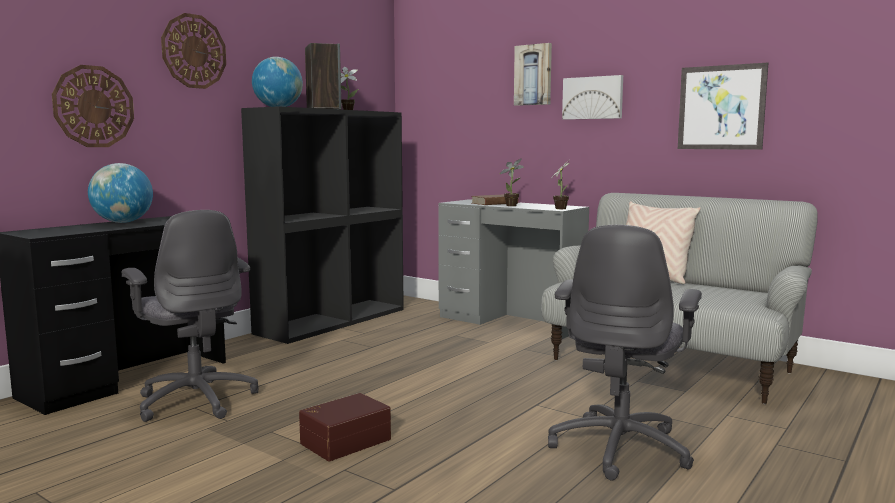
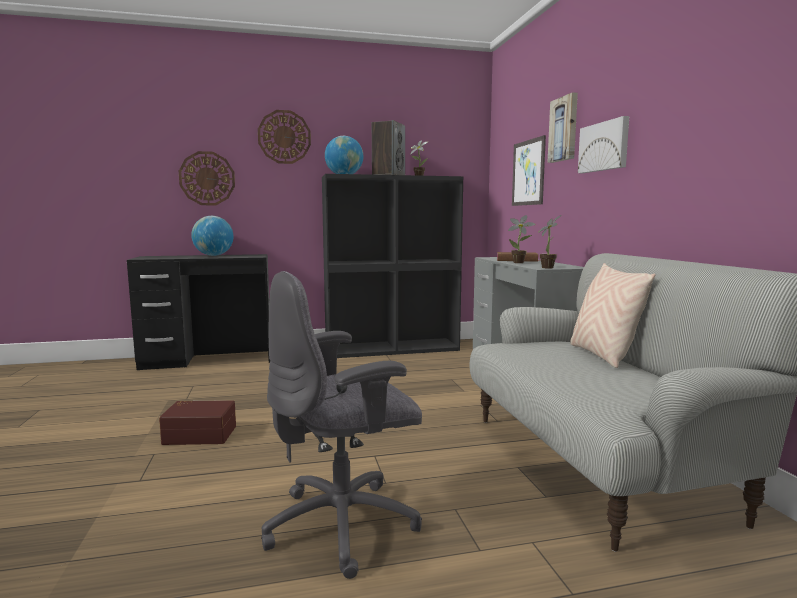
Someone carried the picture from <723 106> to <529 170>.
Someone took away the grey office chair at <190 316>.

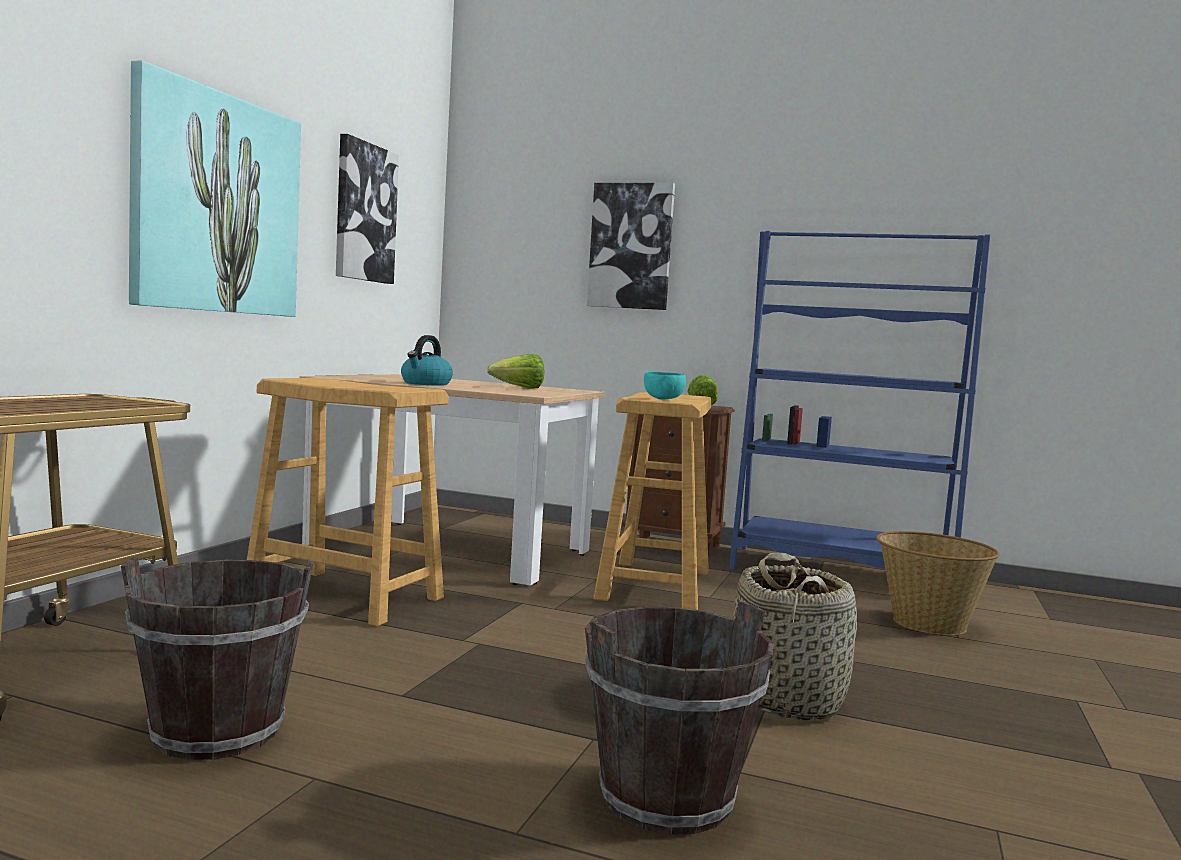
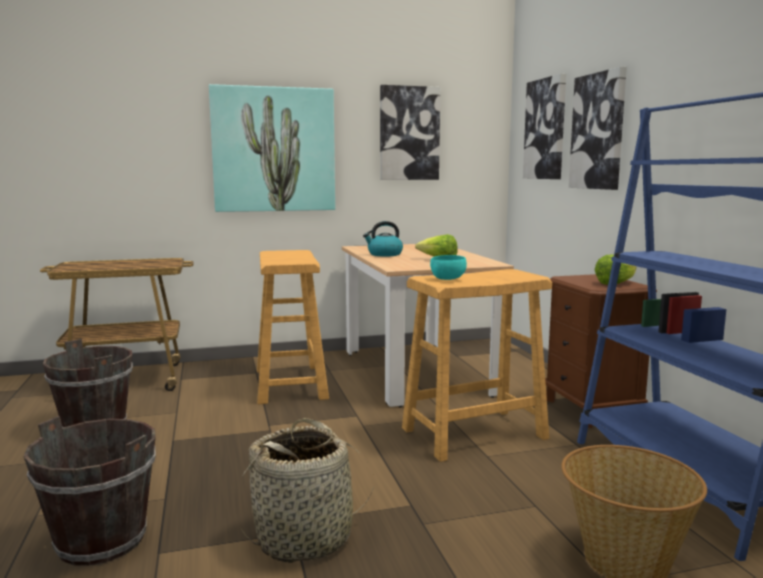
Someone put up the picture at <544 126>.

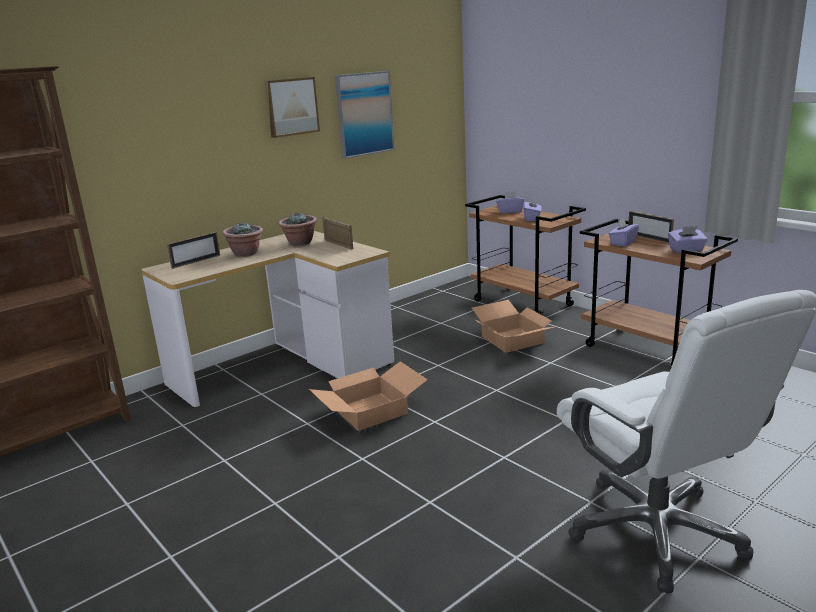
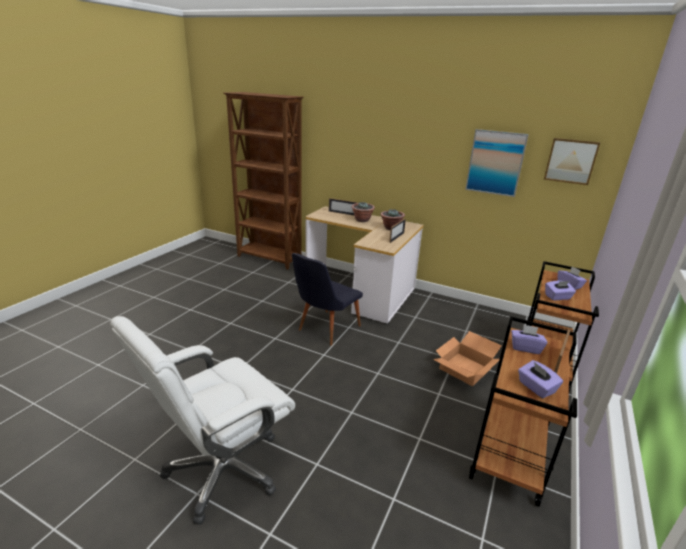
Someone swapped the cardboard box at <368 396> for the black chair at <327 299>.
Someone carried the picture from <292 107> to <572 161>.

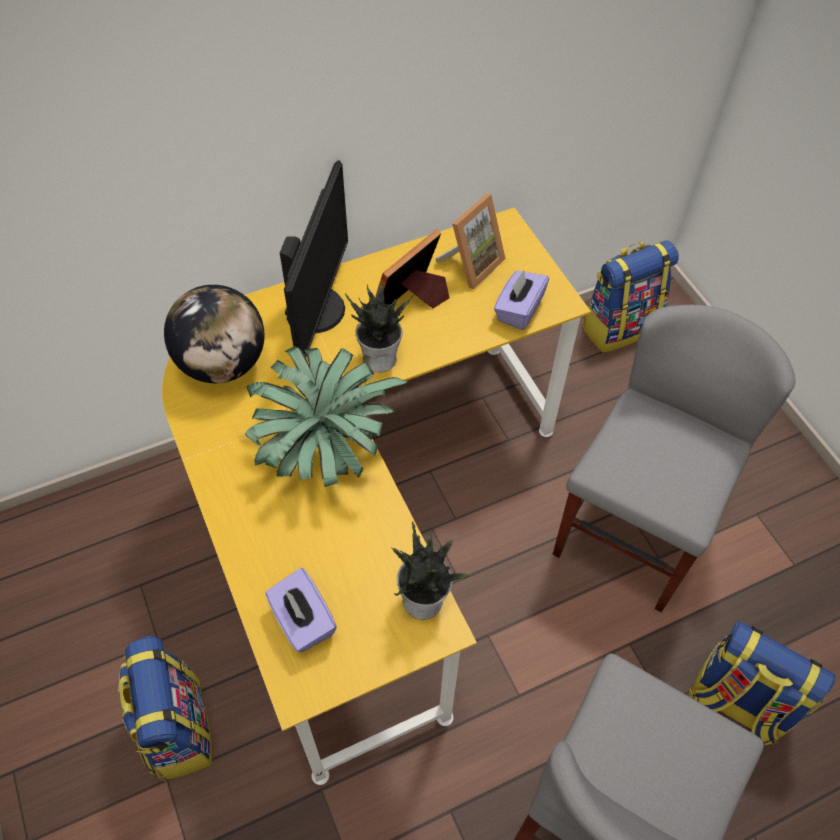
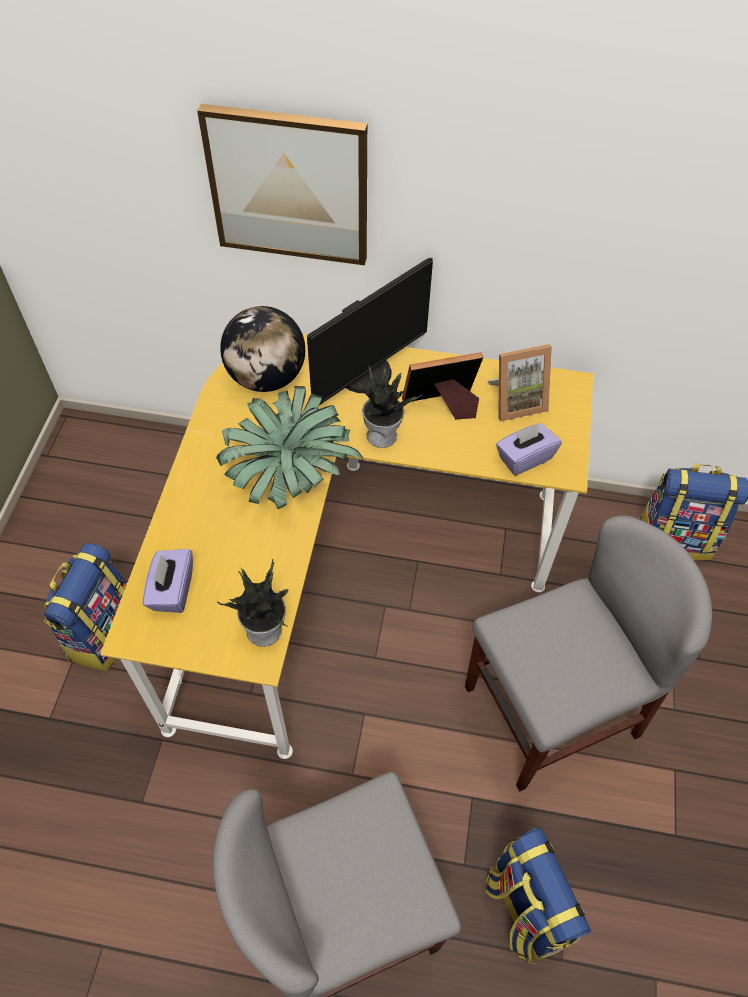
Someone put up the picture at <282 184>.

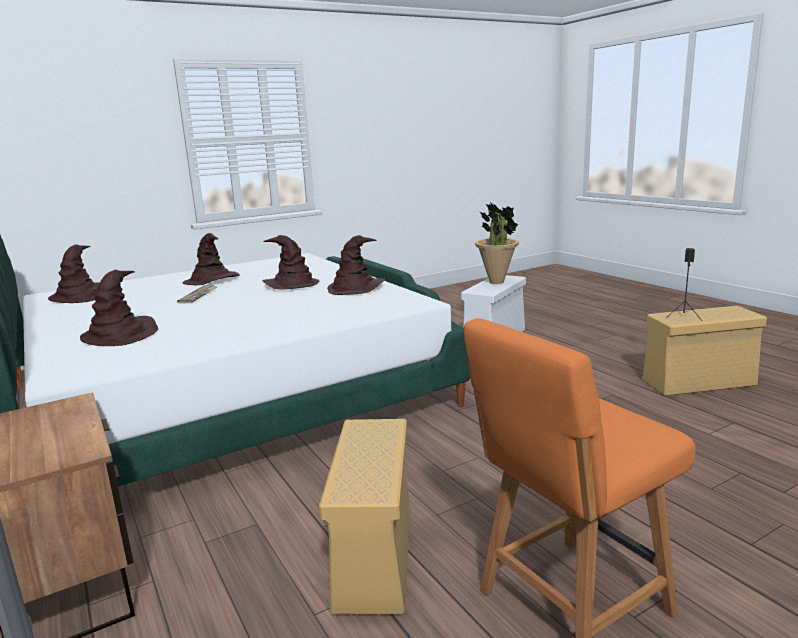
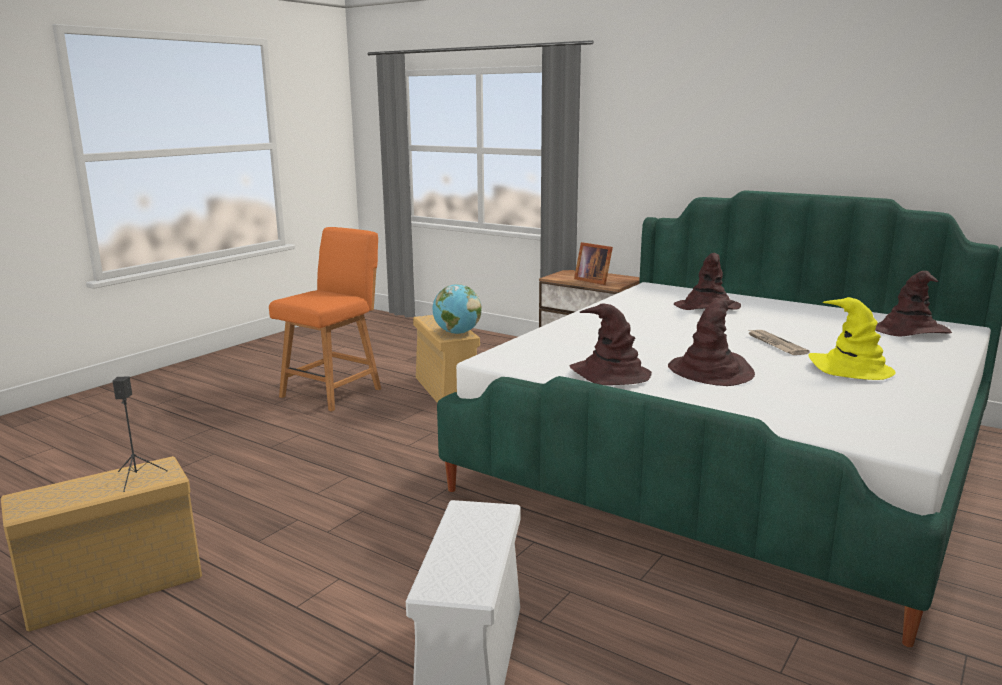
Someone put down the globe at <457 309>.
Someone put down the picture frame at <593 263>.
Someone repainted the brown hat at <211 259>, which became the yellow hat at <852 338>.
Someone took away the potted plant at <497 242>.

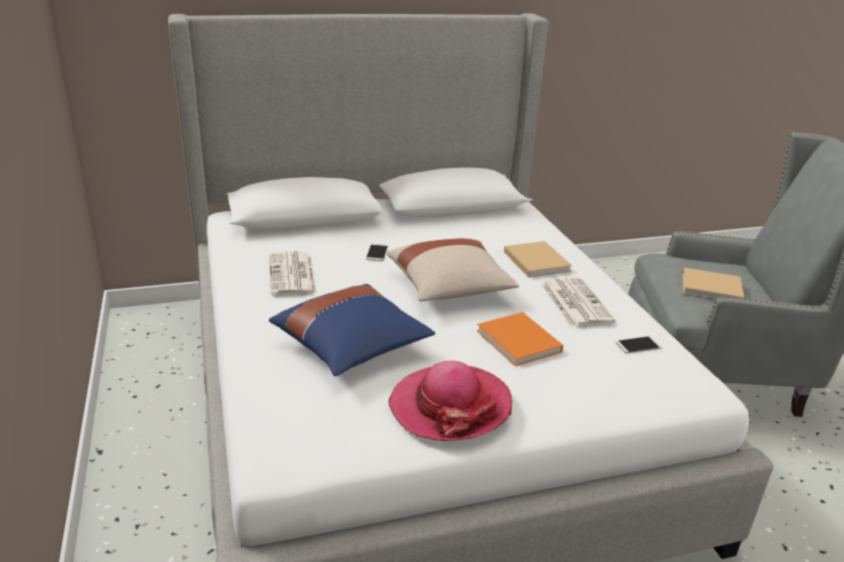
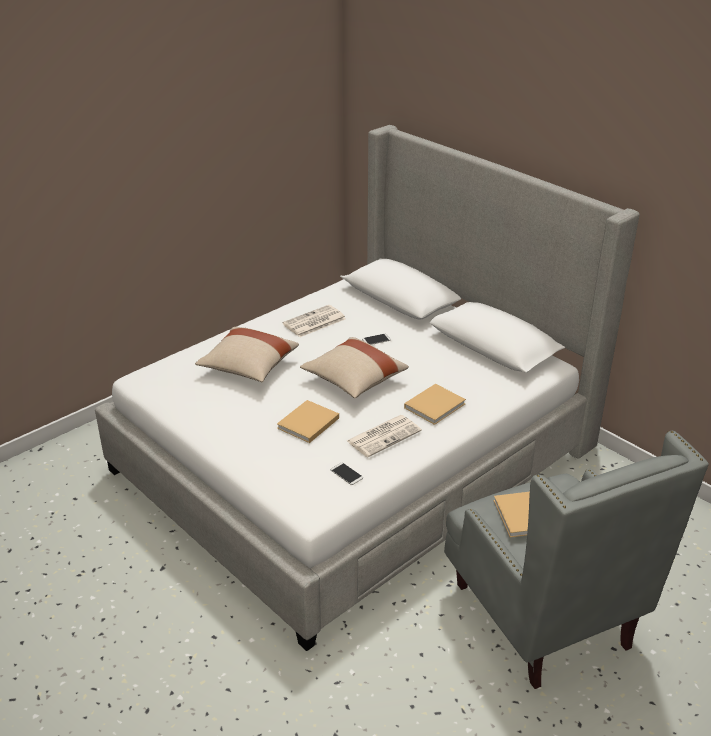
Someone repainted the blue pillow at <352 330>, which became the beige pillow at <247 354>.
Someone repainted the orange book at <520 339>, which became the beige book at <308 421>.
Someone took away the hat at <450 401>.

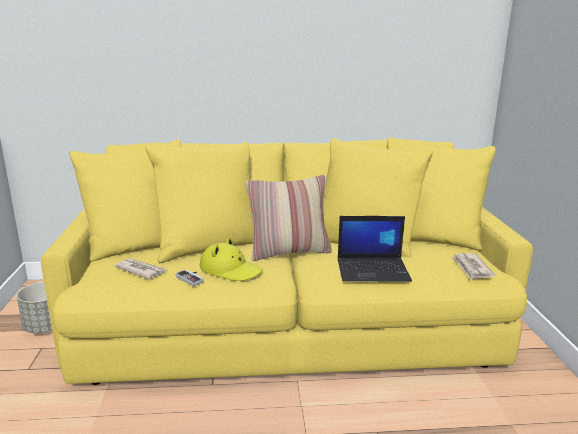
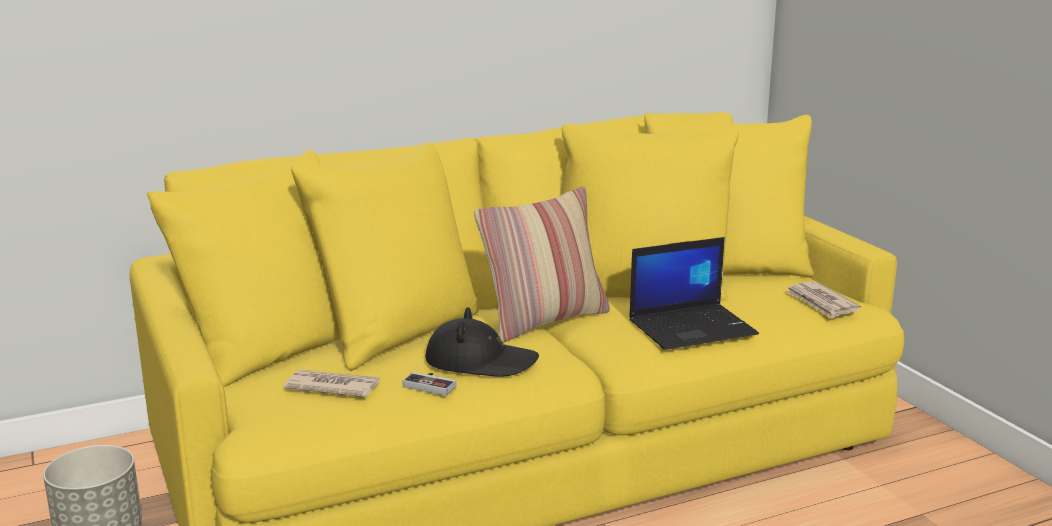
Someone repainted the yellow hat at <231 259>, which became the black hat at <482 342>.

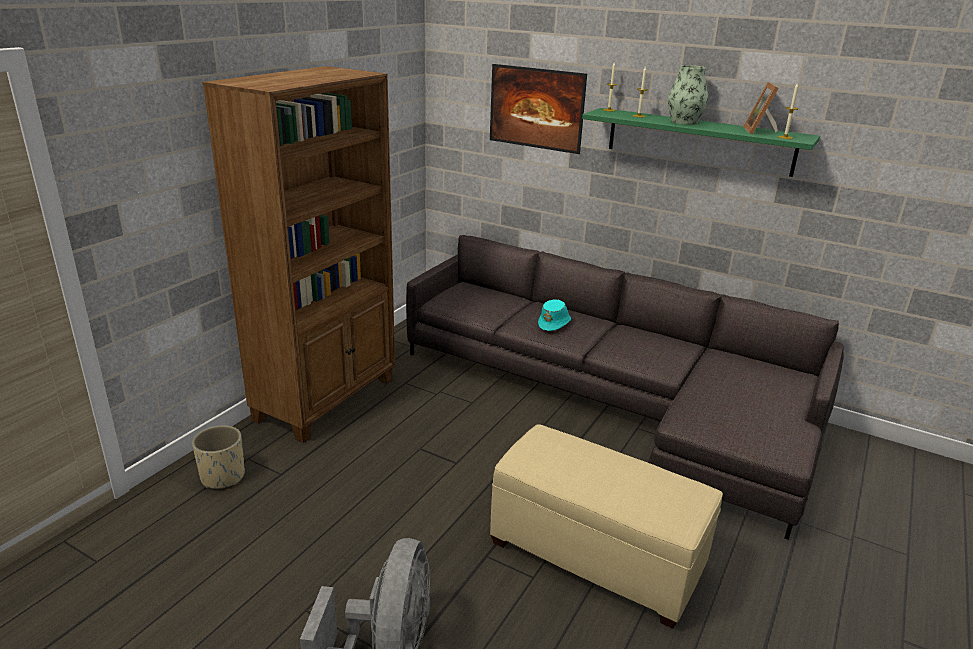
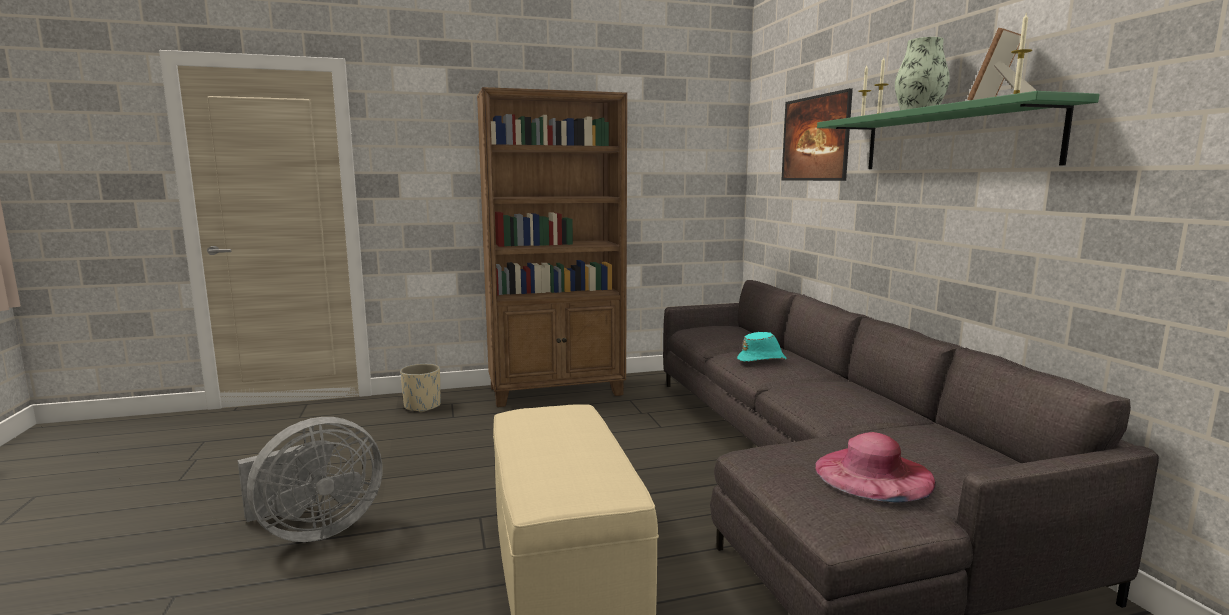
Someone put down the pink hat at <875 467>.

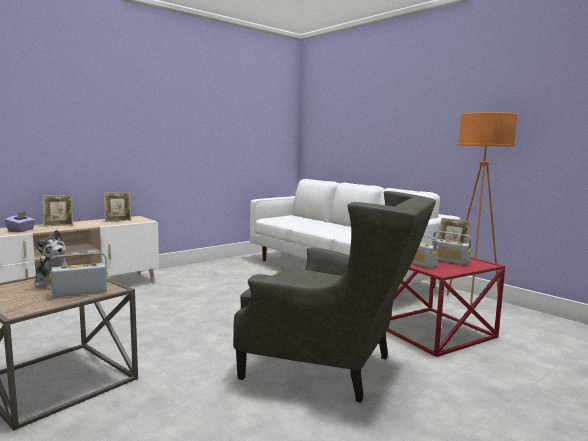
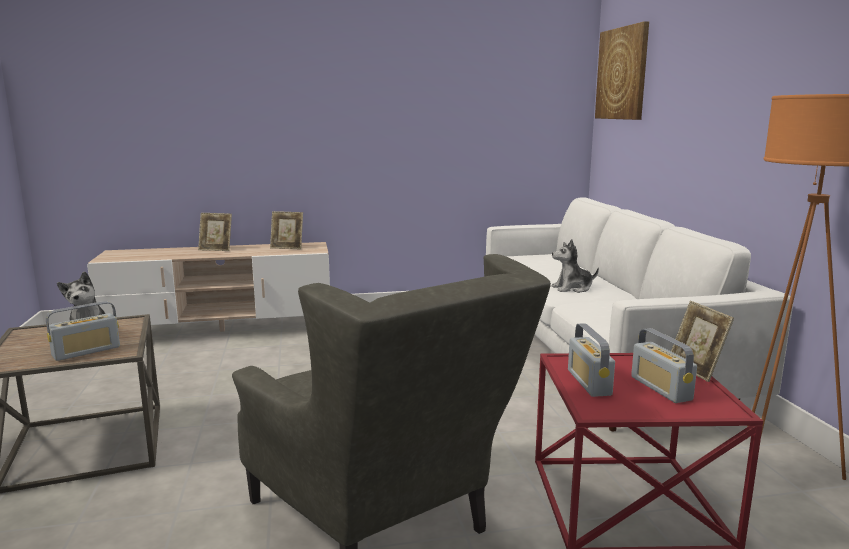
Someone rotated the radio at <79 275> by 135 degrees clockwise.
Someone put down the plush toy at <575 266>.
Someone put up the picture at <622 70>.
Someone took away the purple tissue box at <20 221>.

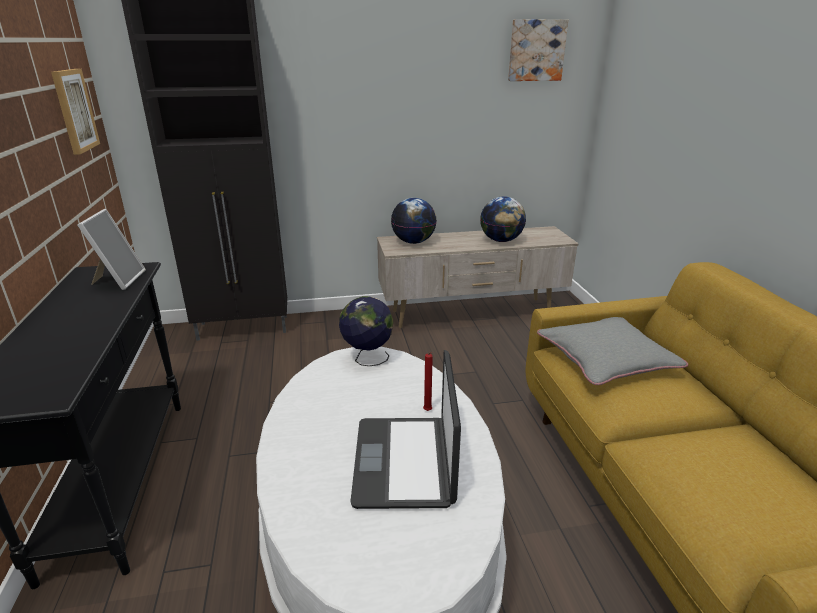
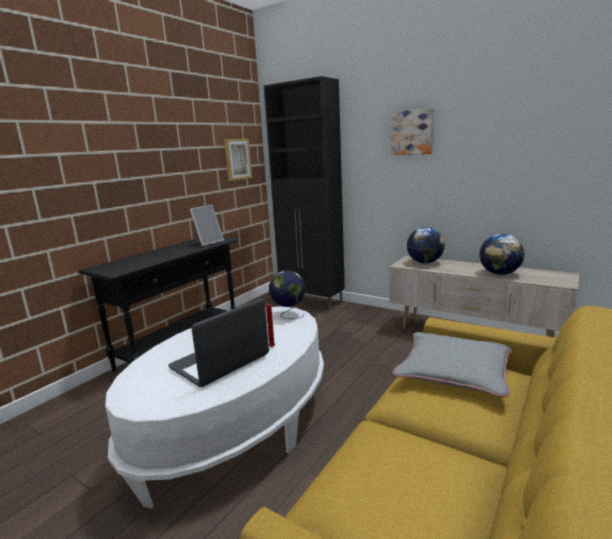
Someone carried the picture from <538 50> to <412 131>.

